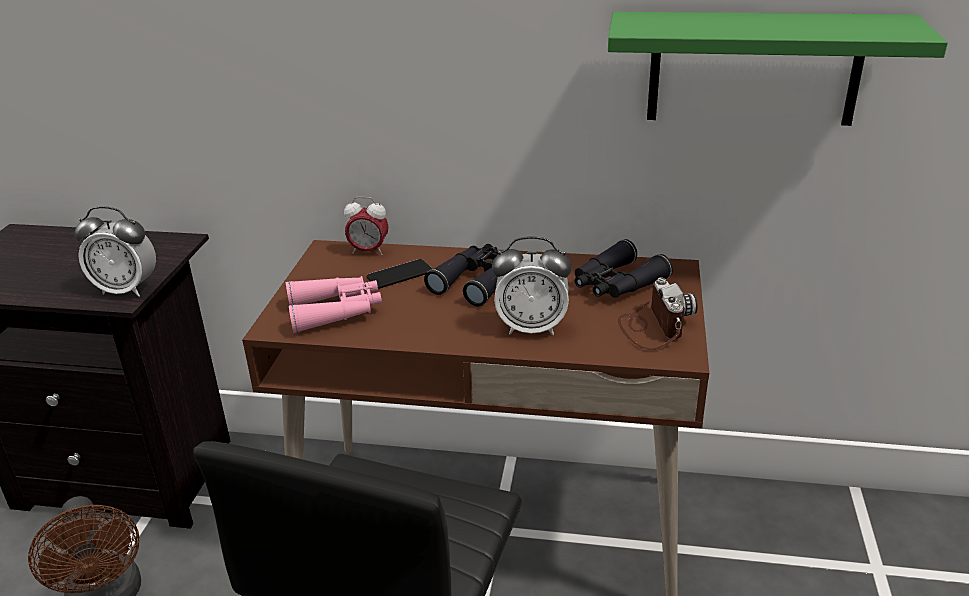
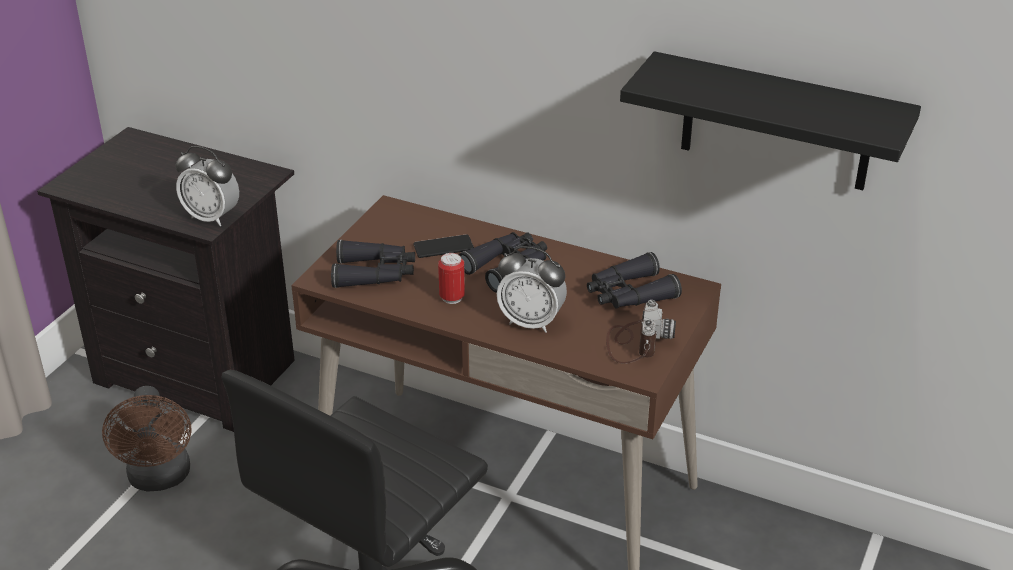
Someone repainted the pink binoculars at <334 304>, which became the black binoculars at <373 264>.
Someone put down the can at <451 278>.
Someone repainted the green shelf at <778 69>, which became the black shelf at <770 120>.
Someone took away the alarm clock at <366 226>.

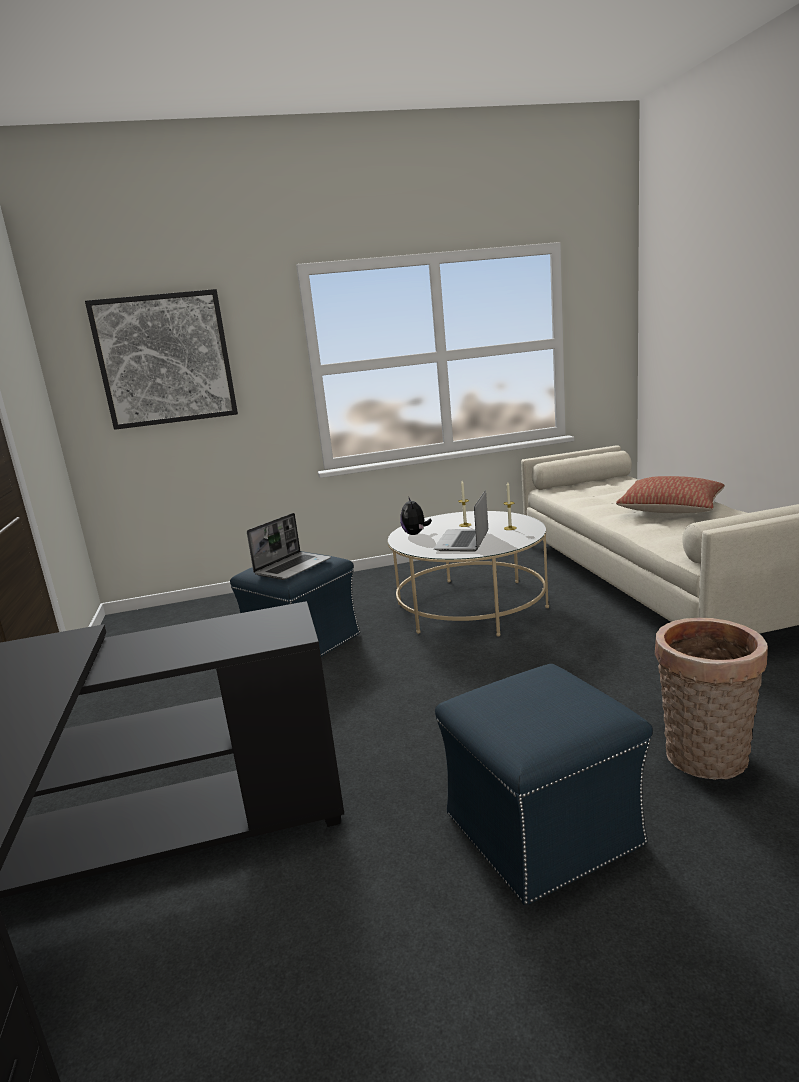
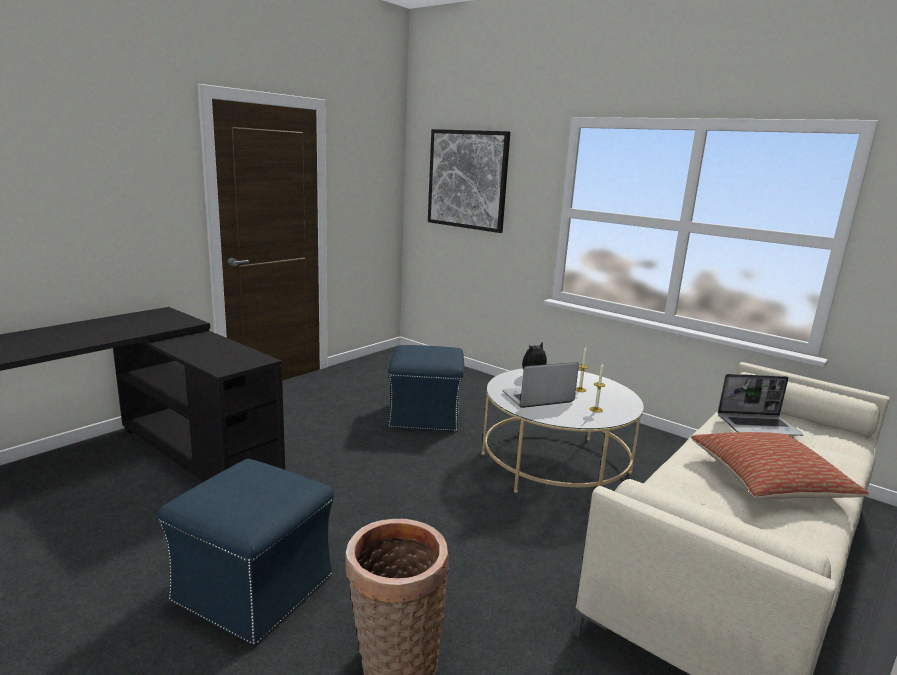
Someone carried the laptop from <289 546> to <761 405>.

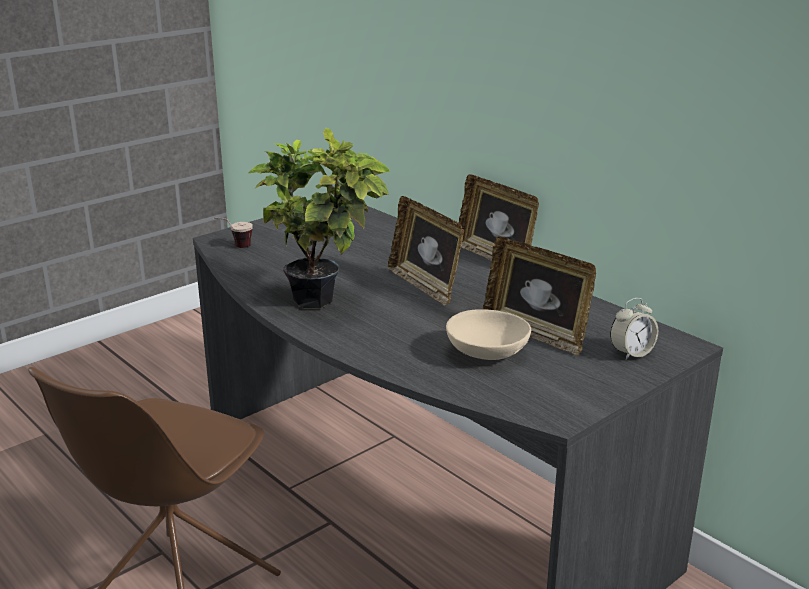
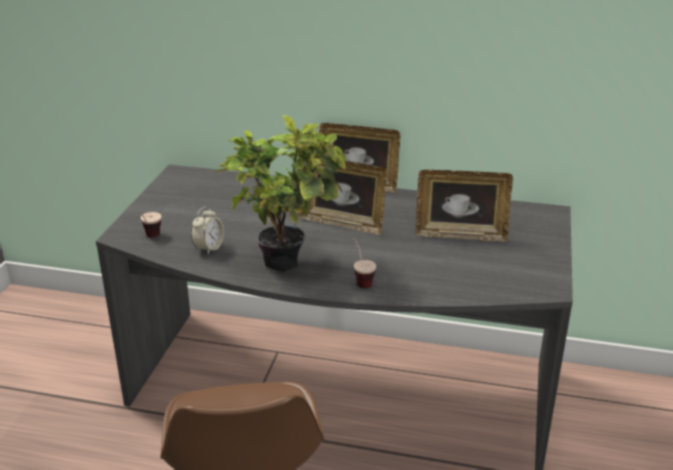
Someone carried the alarm clock from <634 329> to <207 230>.
Someone put down the cup at <365 263>.
Someone took away the beige bowl at <488 334>.

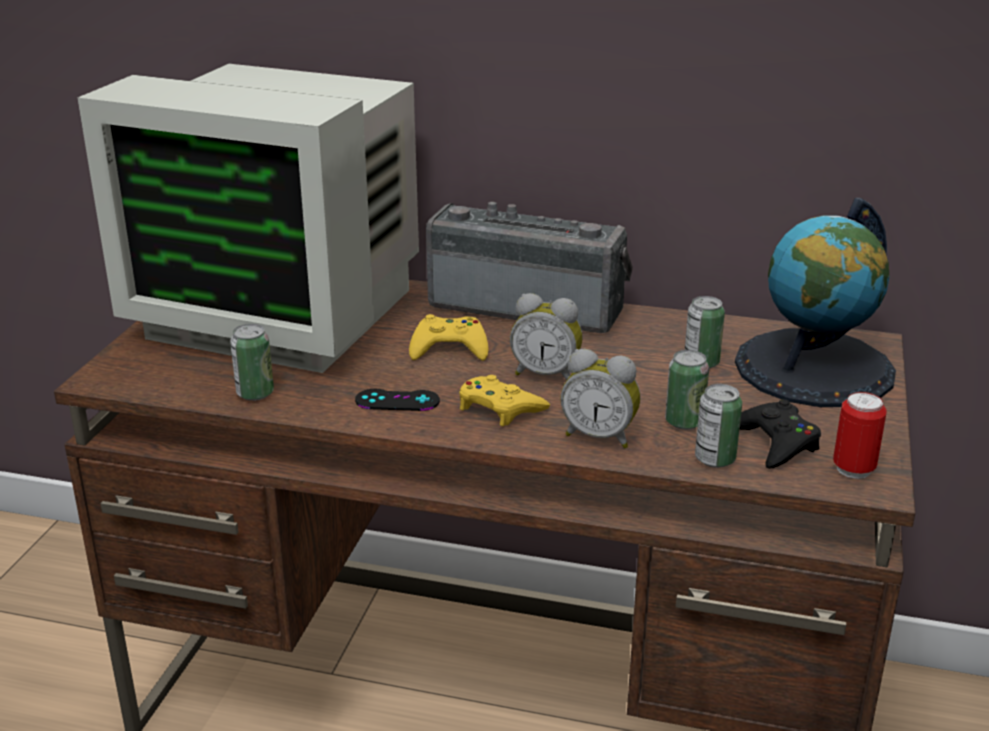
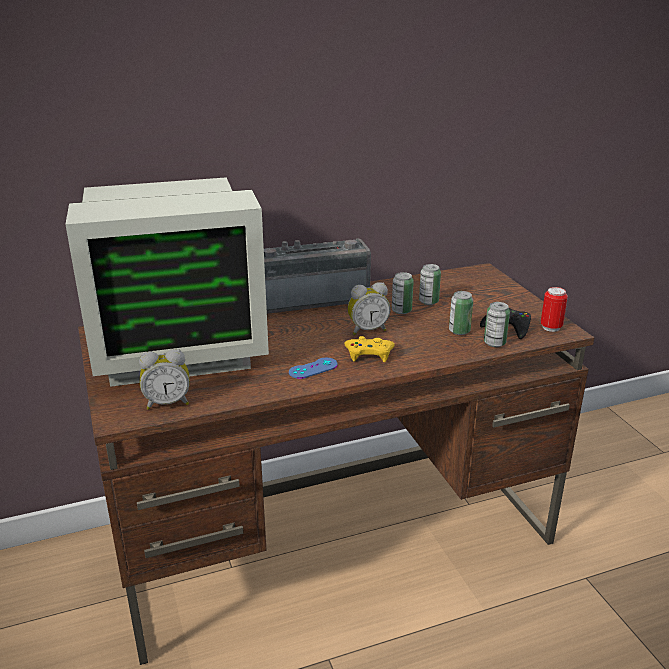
Someone carried the alarm clock from <601 399> to <164 379>.
Someone repainted the black game controller at <397 400>, which became the blue game controller at <313 368>.
Someone carried the can from <252 362> to <403 293>.
Someone took away the yellow game controller at <449 337>.
Someone took away the globe at <815 302>.

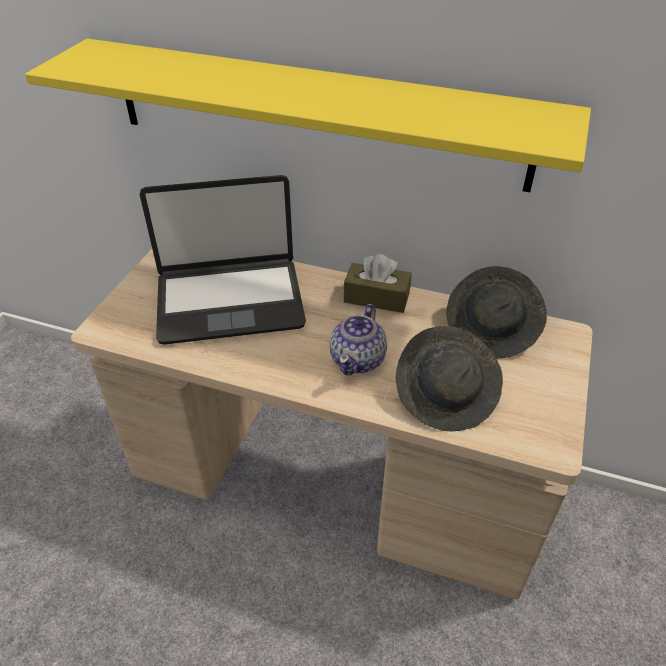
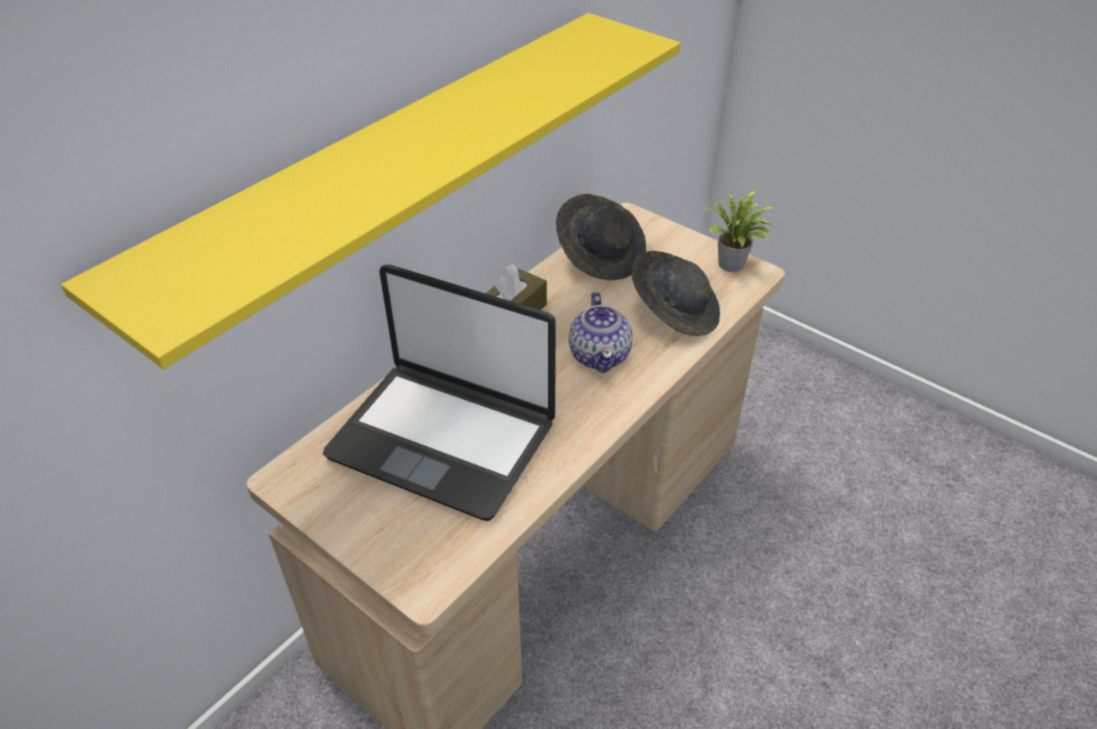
Someone rotated the laptop at <223 260> by 105 degrees clockwise.
Someone rotated the teapot at <358 339> by 45 degrees clockwise.
Someone put down the potted plant at <741 230>.

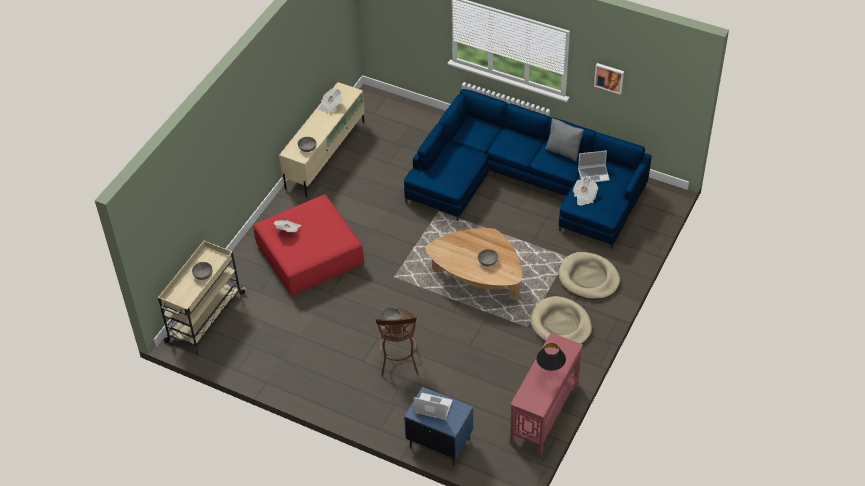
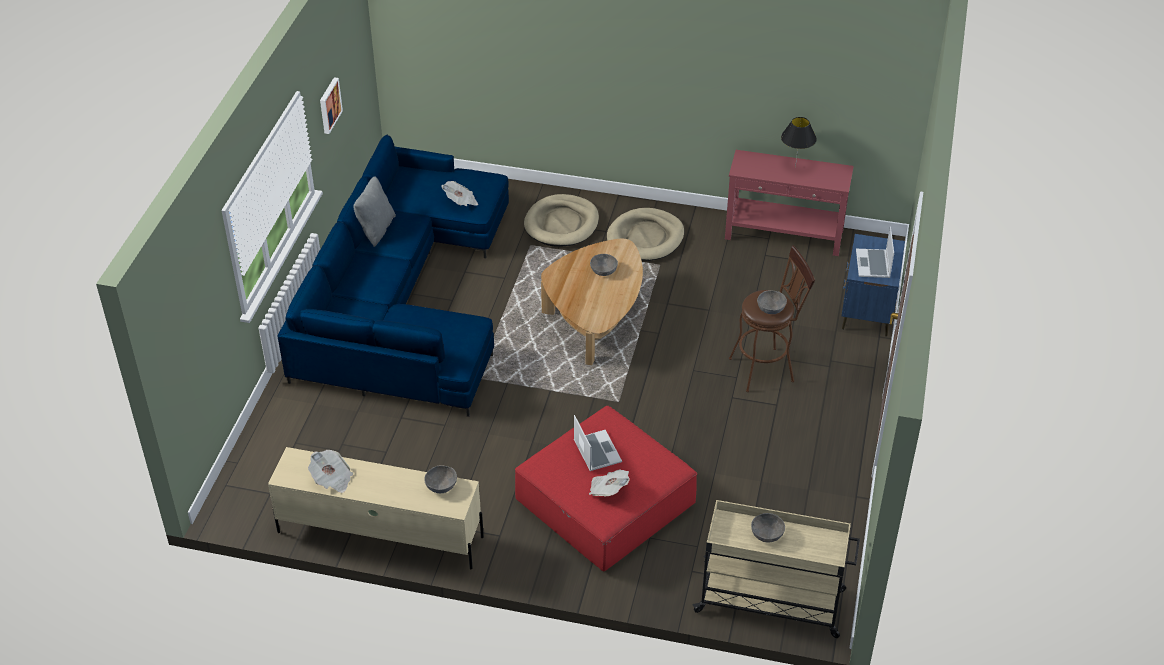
Someone carried the laptop from <594 166> to <598 443>.

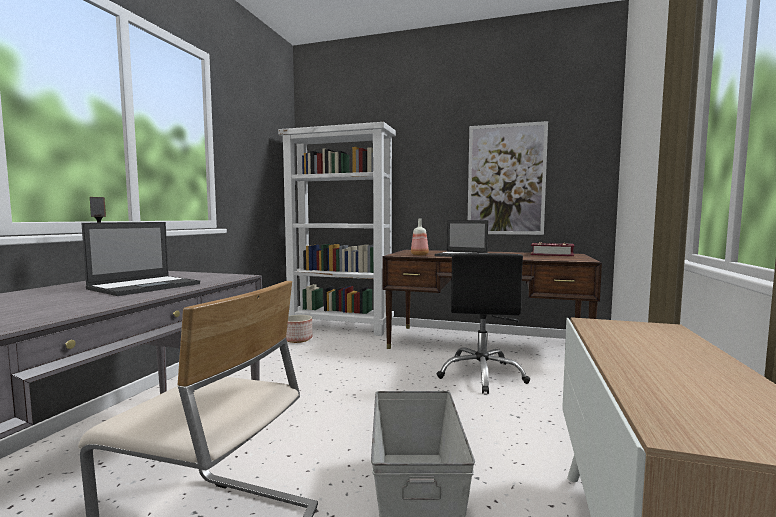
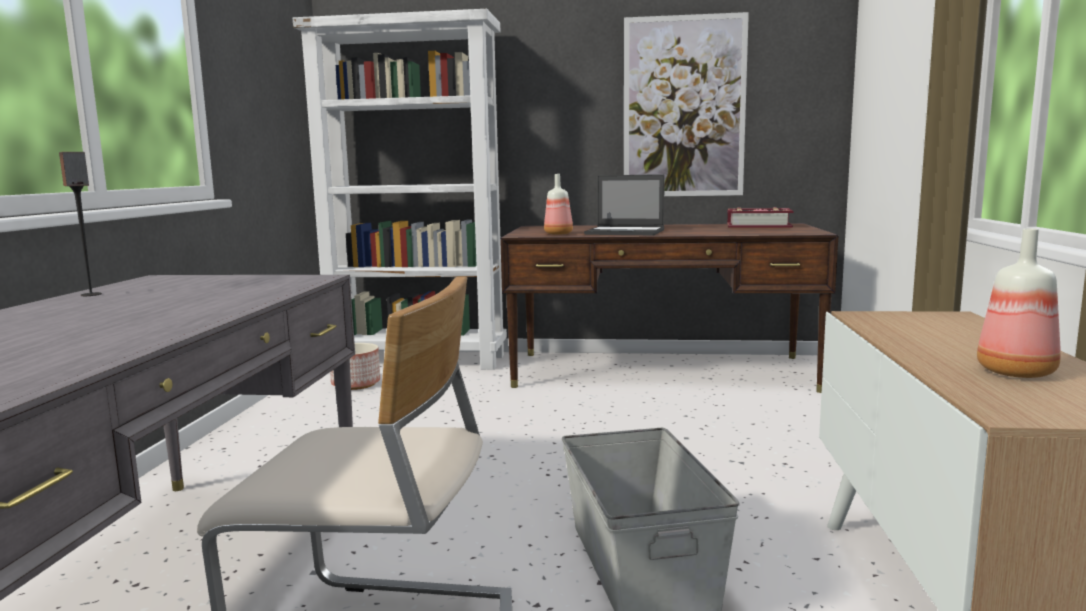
Someone put down the bottle at <1019 303>.
Someone took away the laptop at <140 259>.
Someone took away the black office chair at <483 323>.

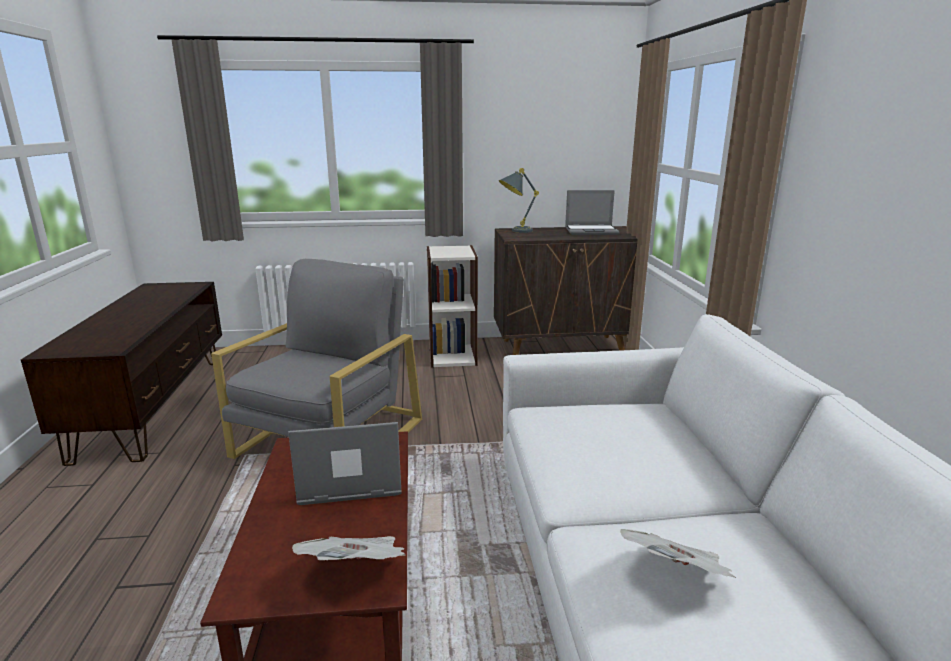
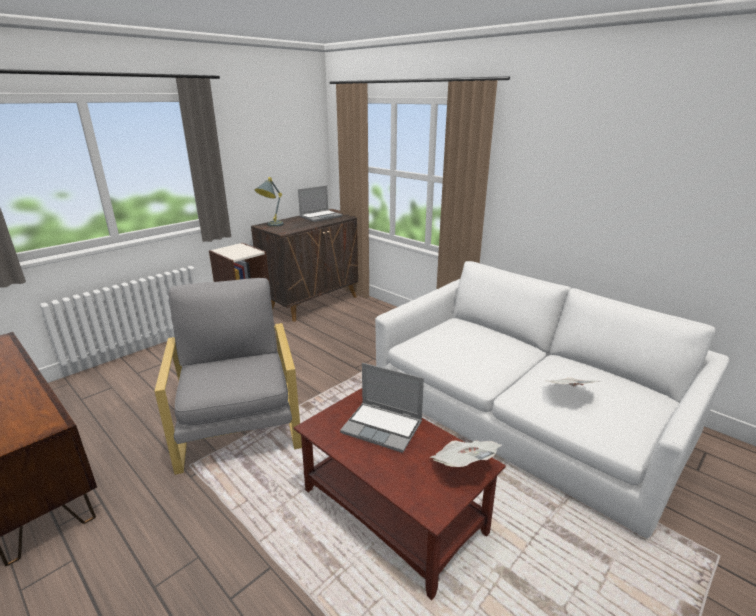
Someone rotated the laptop at <345 463> by 105 degrees counterclockwise.

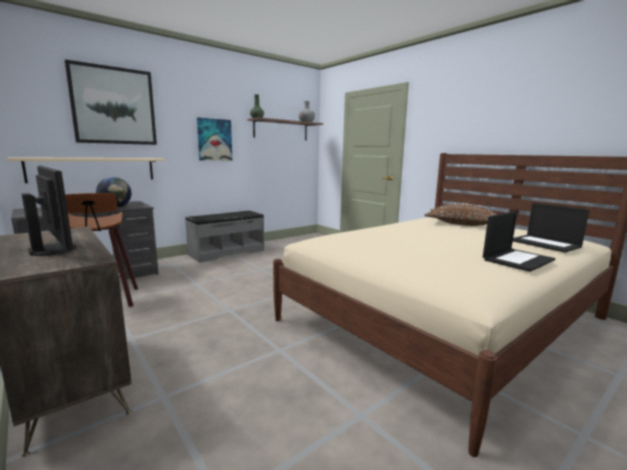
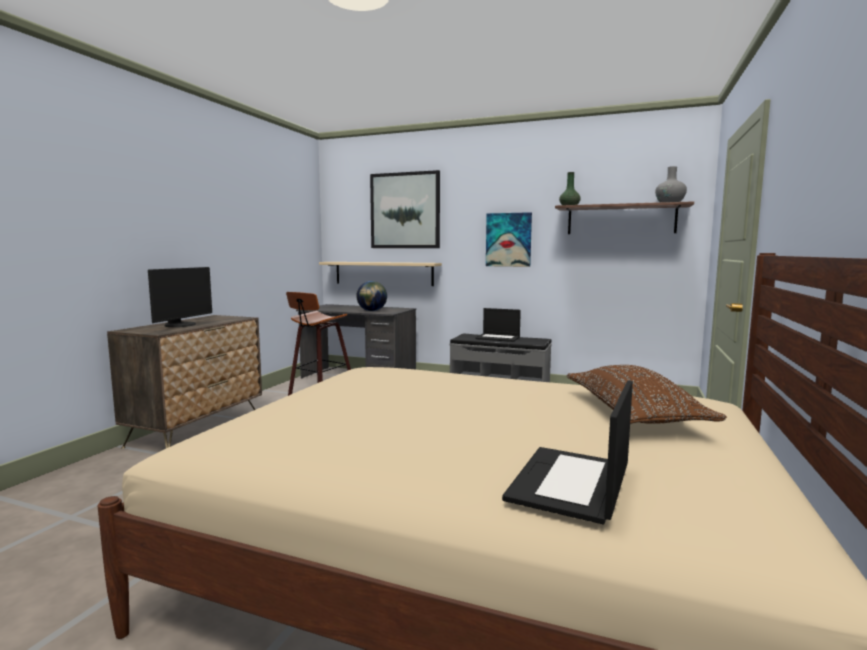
Someone carried the laptop from <519 241> to <498 325>.

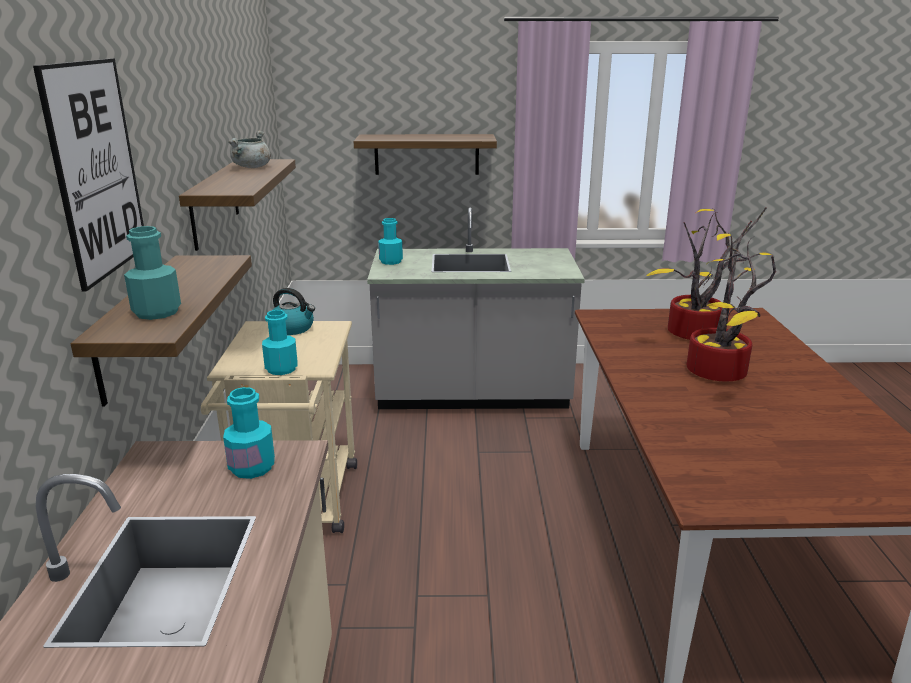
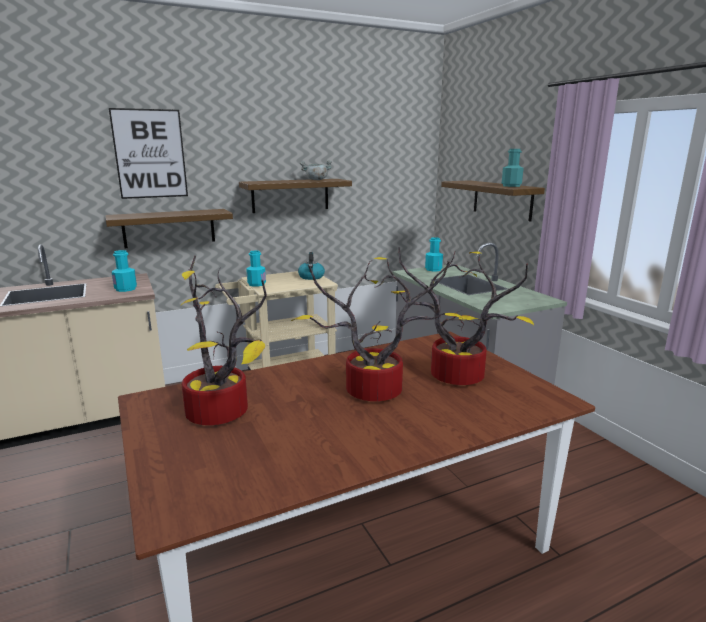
Someone put down the potted plant at <223 340>.
Someone carried the turquoise bottle from <152 273> to <513 168>.

